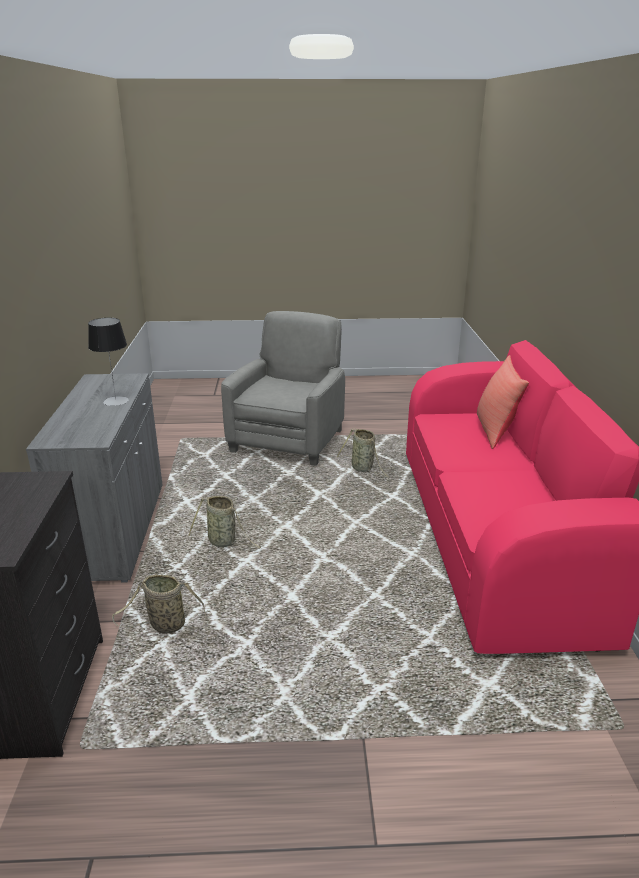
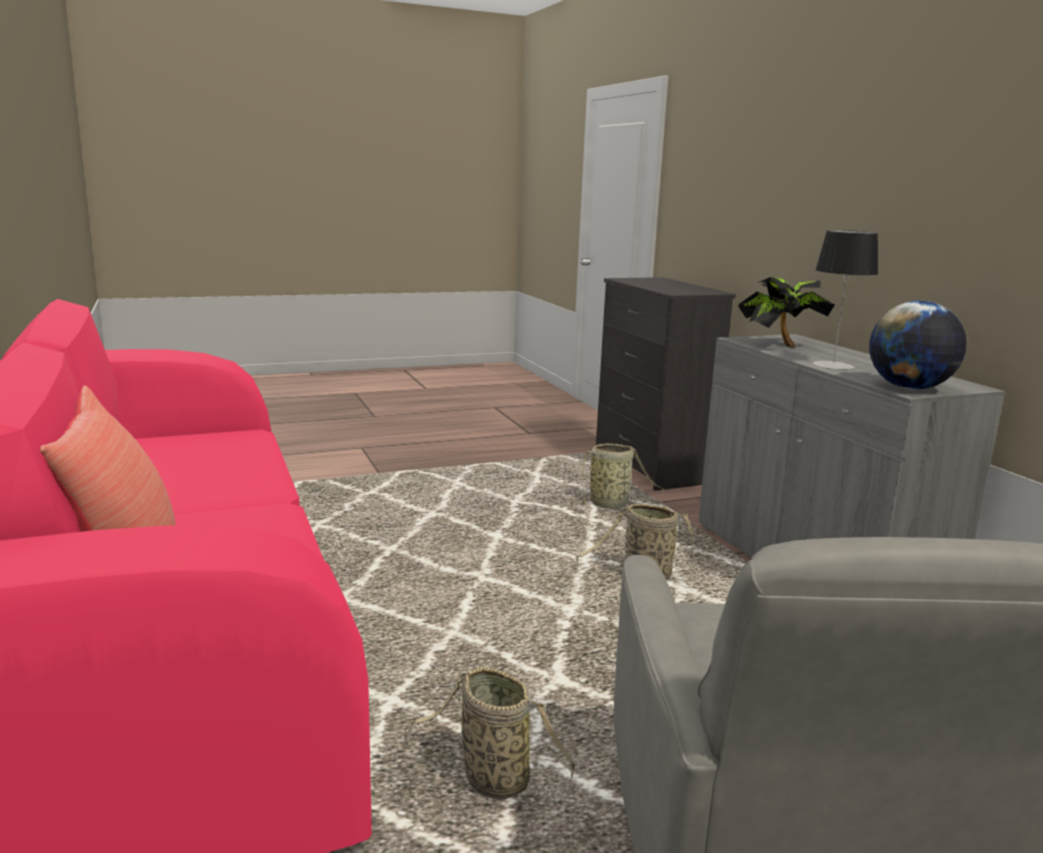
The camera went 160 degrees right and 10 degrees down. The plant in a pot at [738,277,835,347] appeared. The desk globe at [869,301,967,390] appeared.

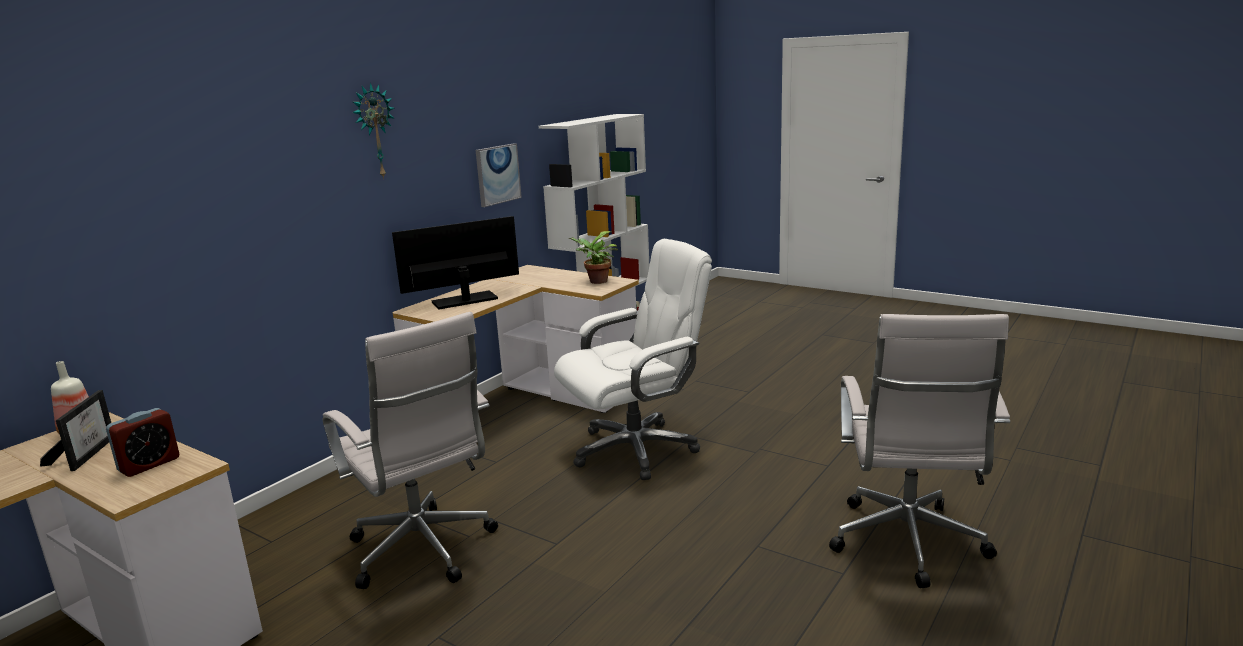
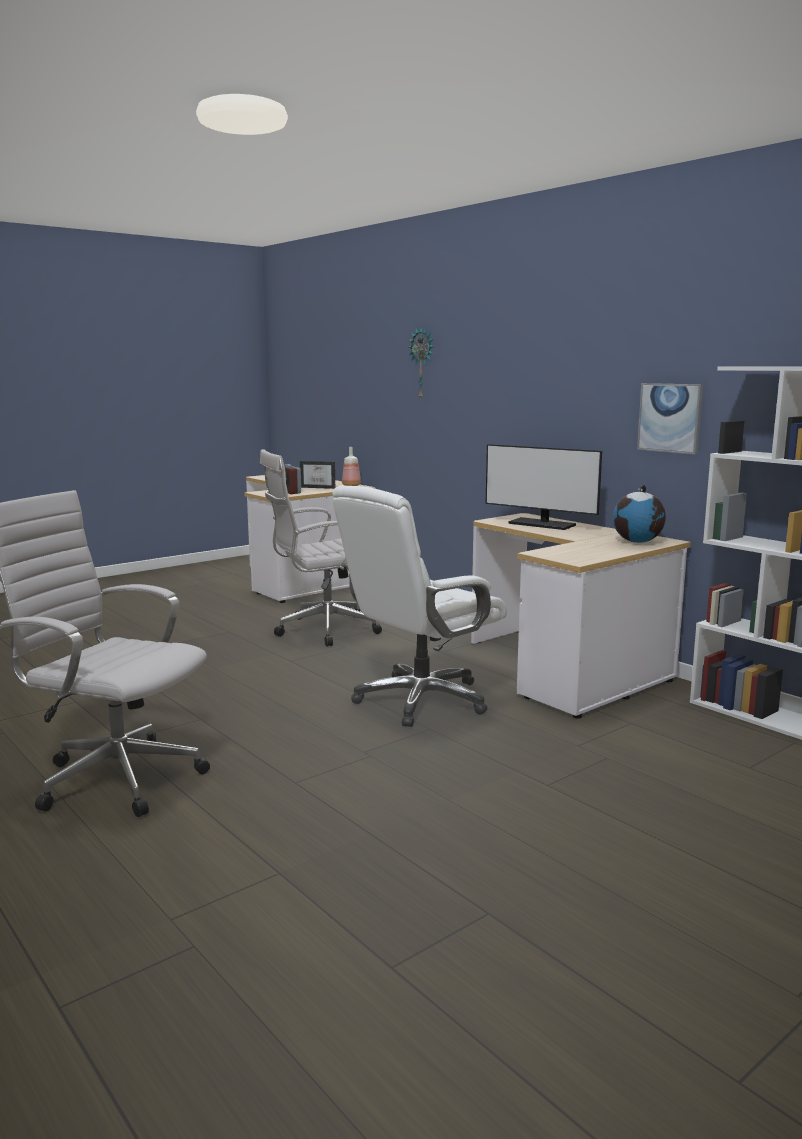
The camera went 105 degrees right and 5 degrees down. The whitish computer chair at [554,239,712,480] turned 60 degrees clockwise. The clock on the wall moved from [352,83,394,179] to [408,326,434,401]. The computer display at [392,216,519,309] turned 135 degrees clockwise. The desk globe at [613,485,666,543] appeared. The plant in a pot at [569,231,618,284] disappeared.

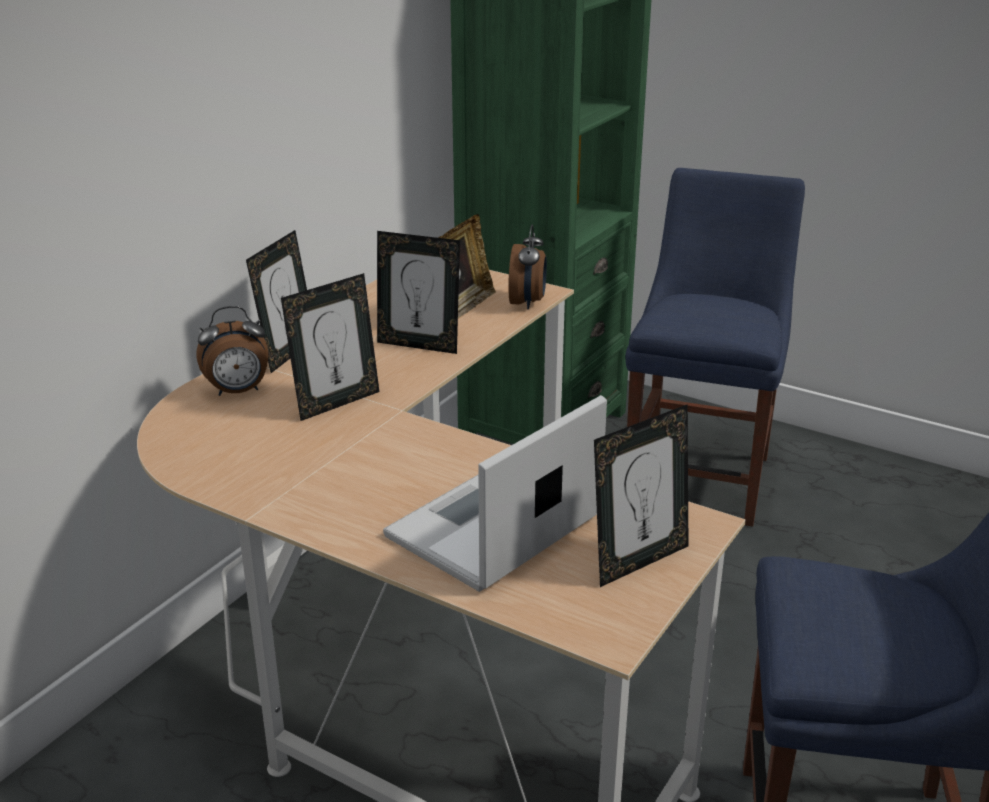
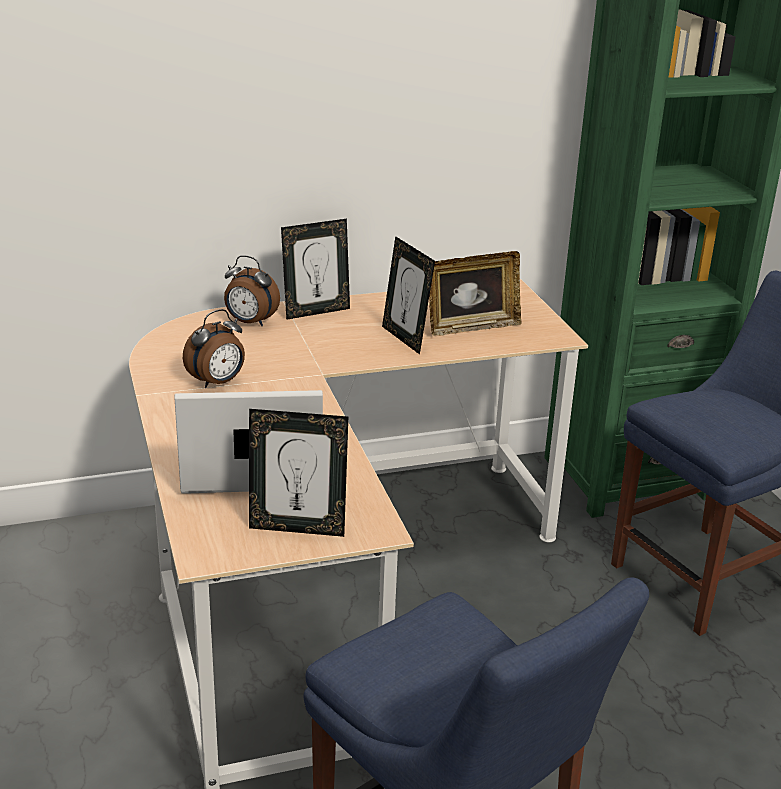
The camera went 40 degrees right and 0 degrees up. The table clock moved from [508,224,547,309] to [183,309,245,388]. The photo frame at [281,273,379,421] disappeared.

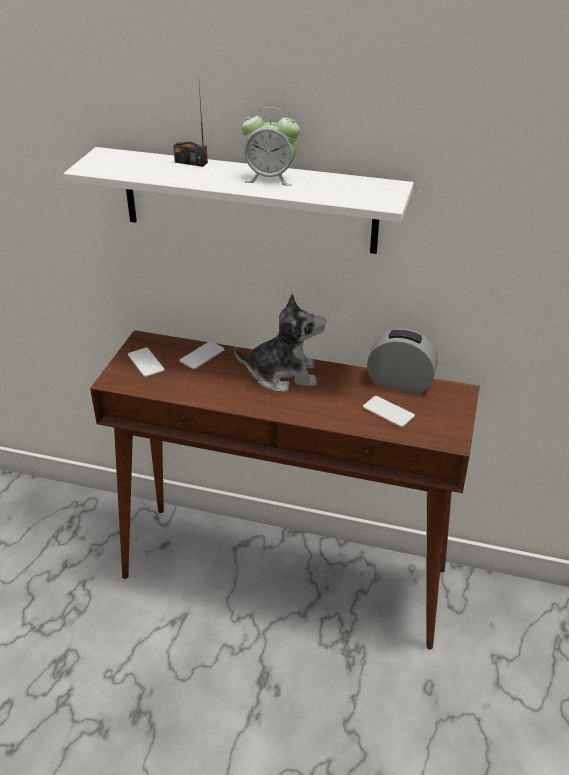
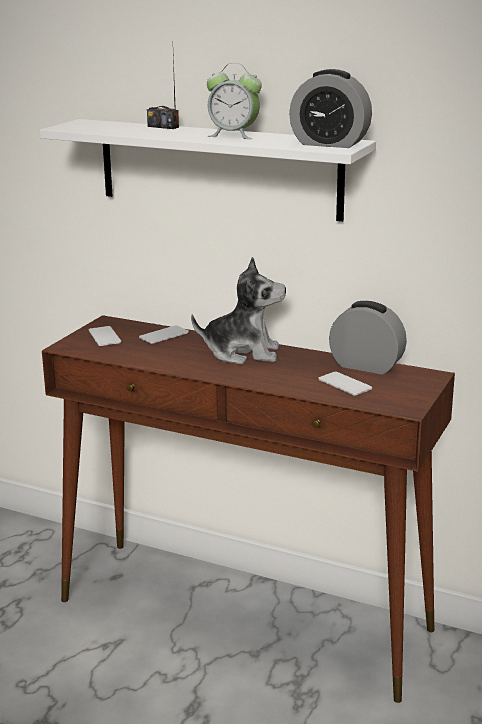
The camera went 10 degrees right and 15 degrees down. The table clock at [289,69,372,148] appeared.

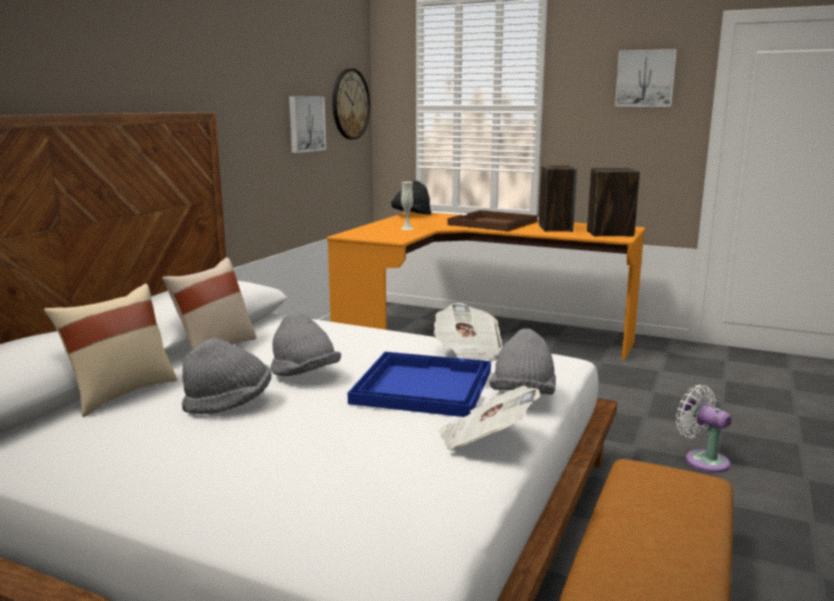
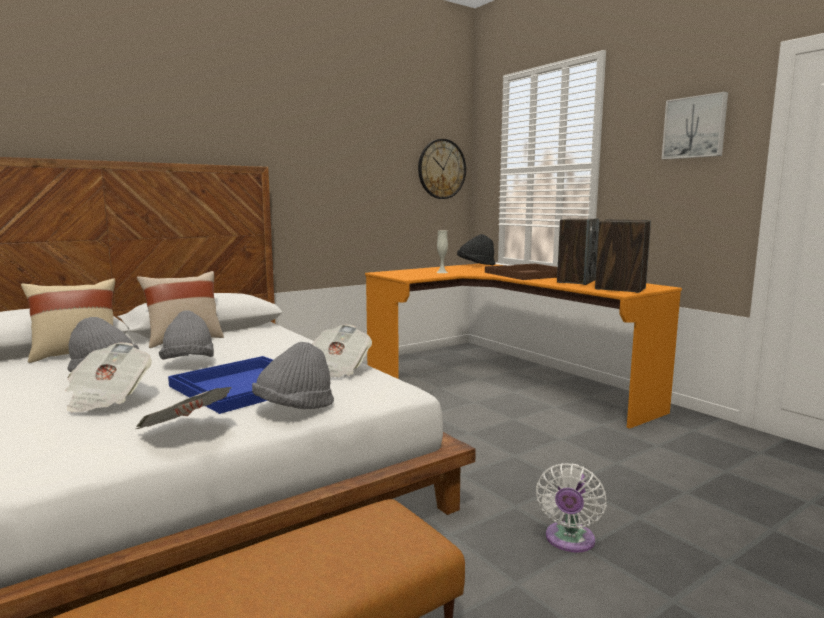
The camera went 30 degrees right and 5 degrees down. The printed paper at [65,342,152,412] appeared. The whitish cooling fan at [676,385,732,473] turned 150 degrees counterclockwise. The wall picture at [289,96,326,153] disappeared.

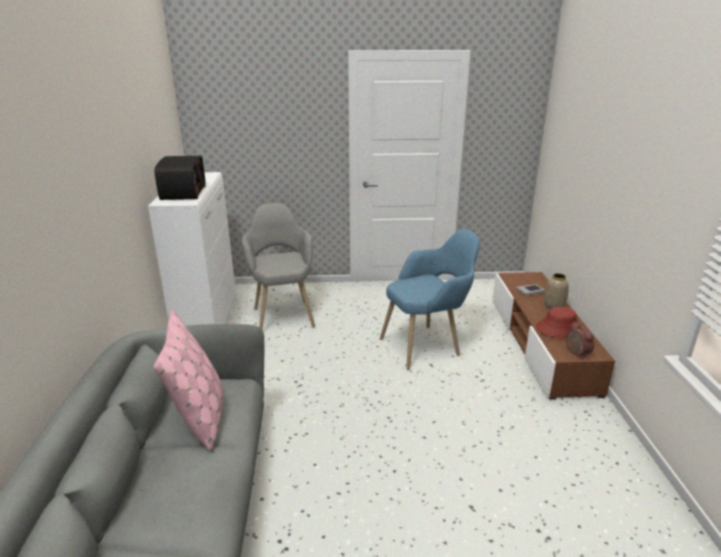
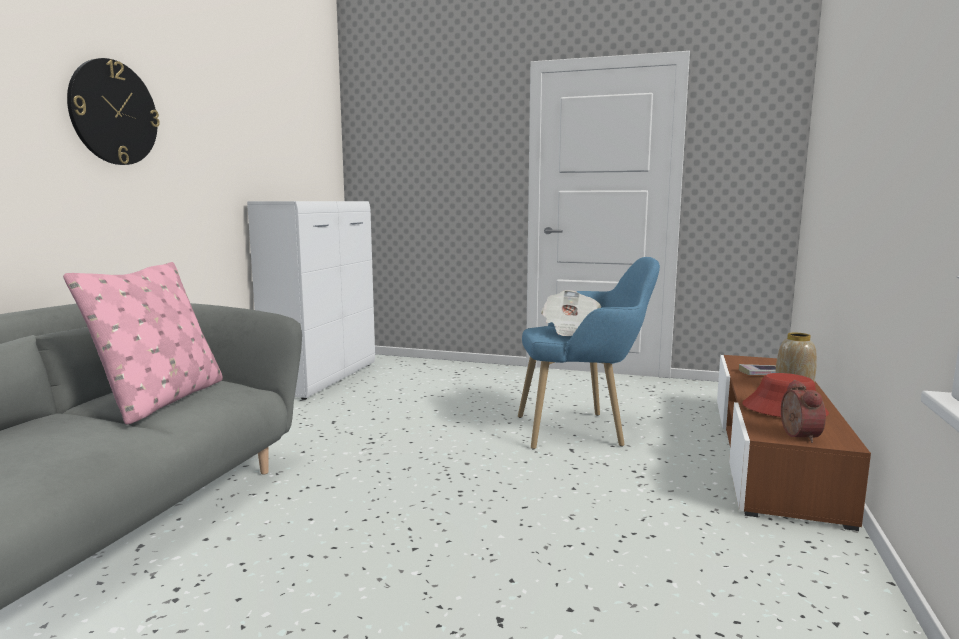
The camera went 20 degrees right and 15 degrees down. The clock on the wall at [67,58,160,165] appeared. The printed paper at [541,290,601,336] appeared. The radio receiver at [154,156,206,200] disappeared. The grey lounge chair at [241,203,315,330] disappeared.

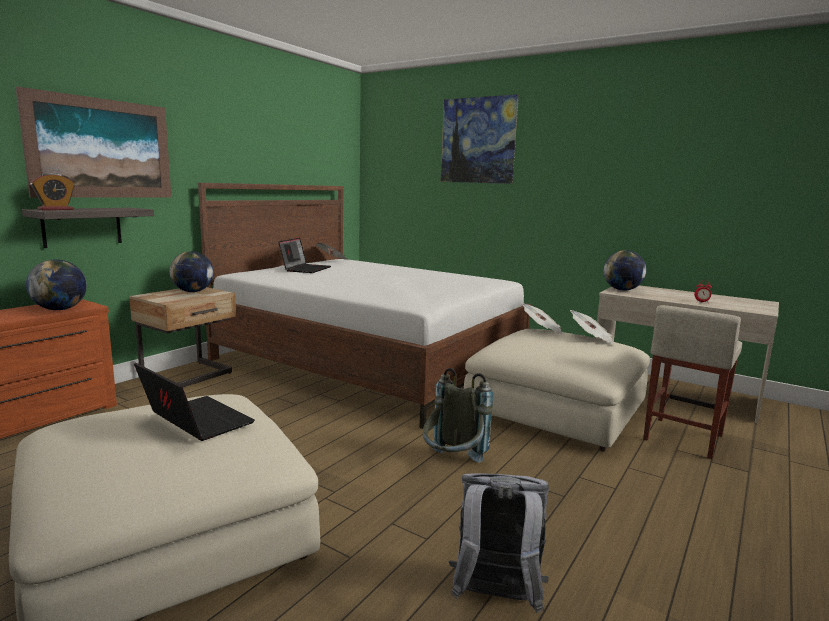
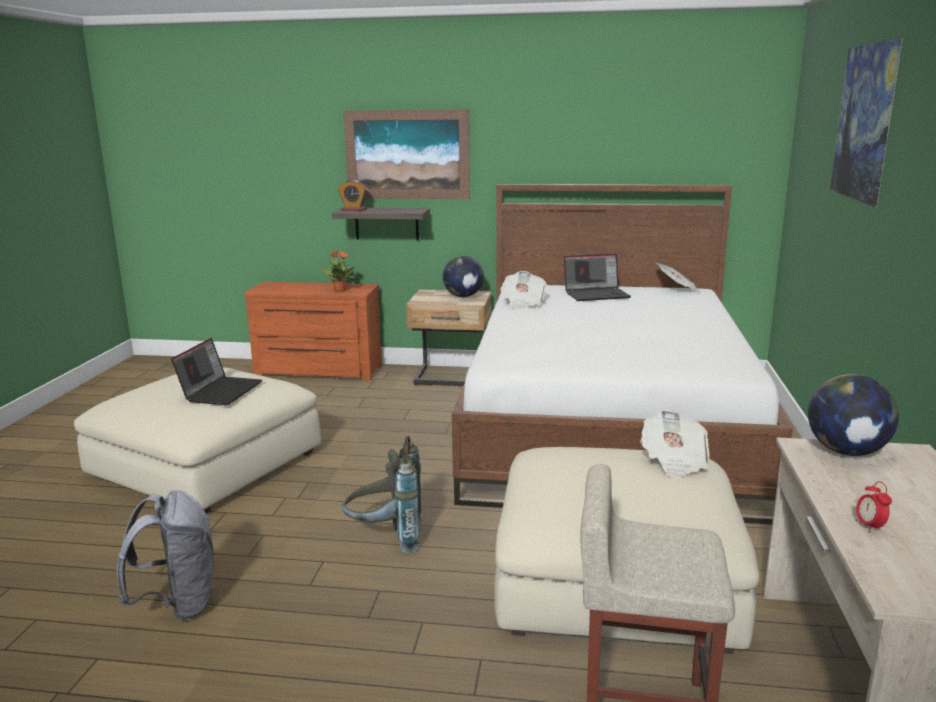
The camera went 65 degrees right and 5 degrees up. The desk globe at [26,260,87,310] was replaced by the plant in a pot at [320,251,355,292]. The printed paper moved from [570,310,614,344] to [500,271,547,309].

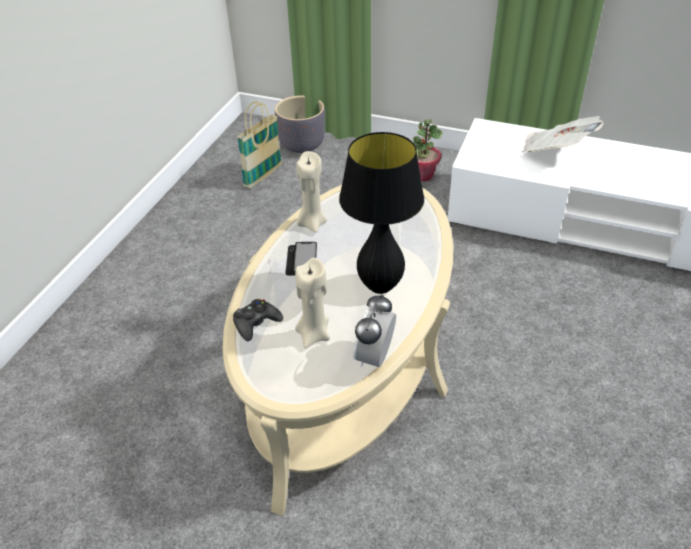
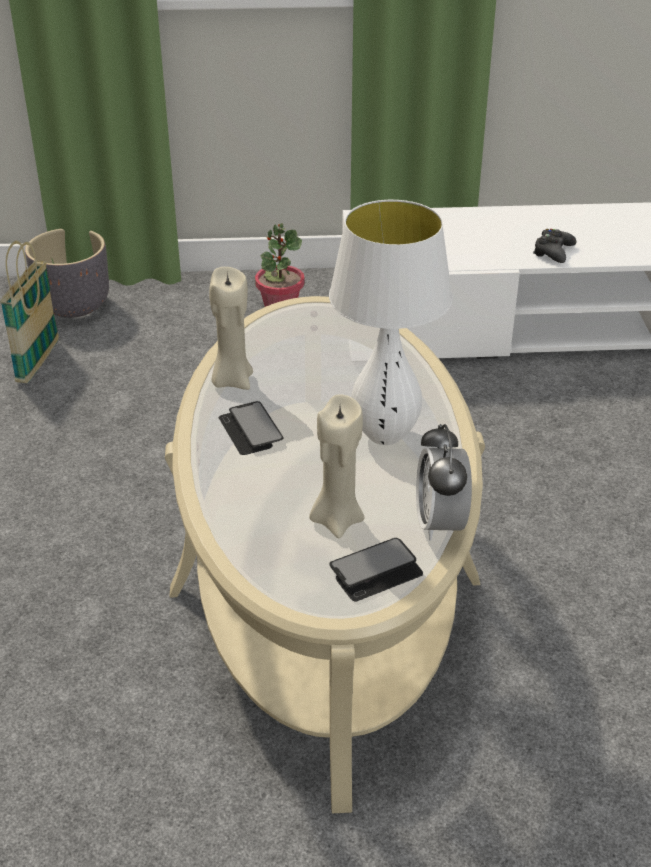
The camera went 25 degrees left and 5 degrees down. The black-coloured table lamp at [339,132,424,294] became the whitish table lamp at [329,200,453,445]. The telephone at [329,538,423,601] appeared. The black-coloured game controller moved from [233,299,283,341] to [533,229,576,263]. The printed paper at [521,116,604,153] disappeared.

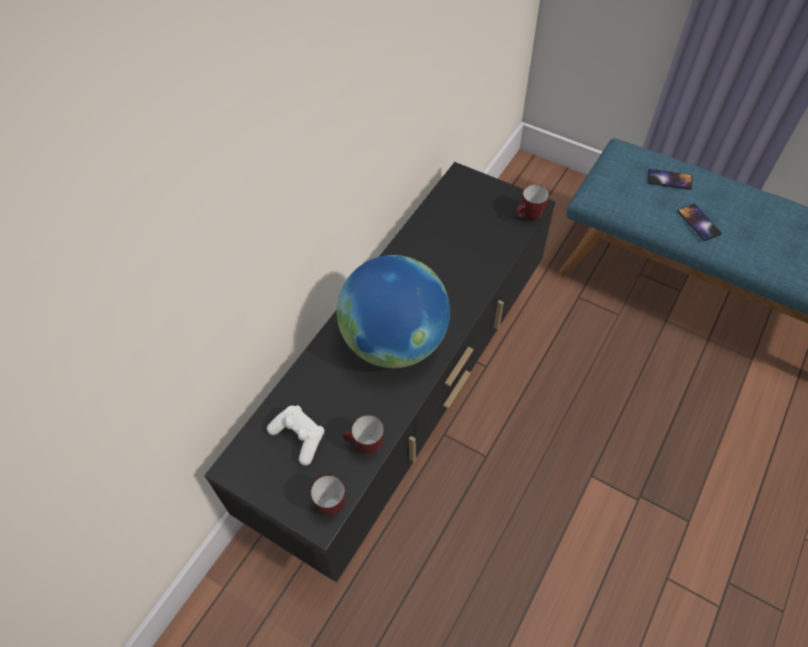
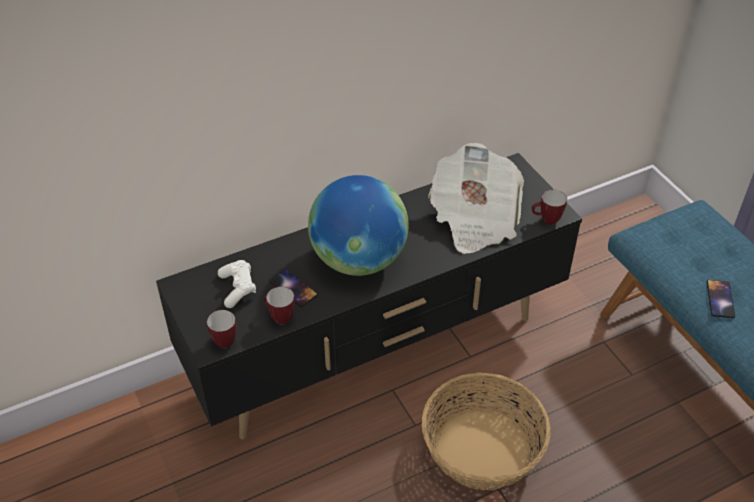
The camera went 30 degrees right and 10 degrees down. The telephone moved from [647,169,692,190] to [269,269,318,307]. The storage basket at [422,373,550,490] appeared. The printed paper at [428,143,524,254] appeared.

